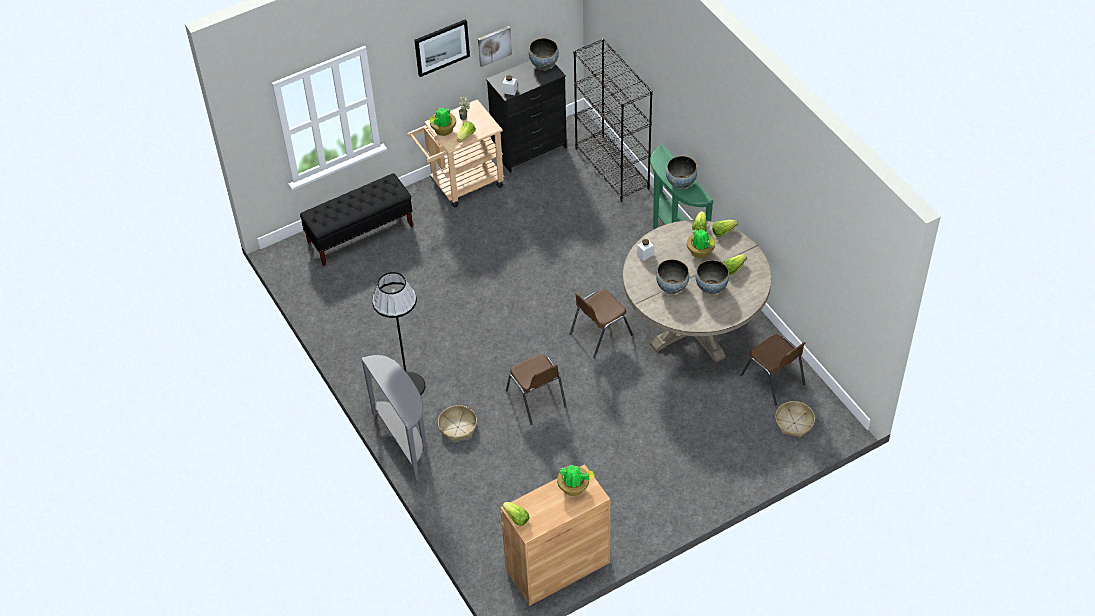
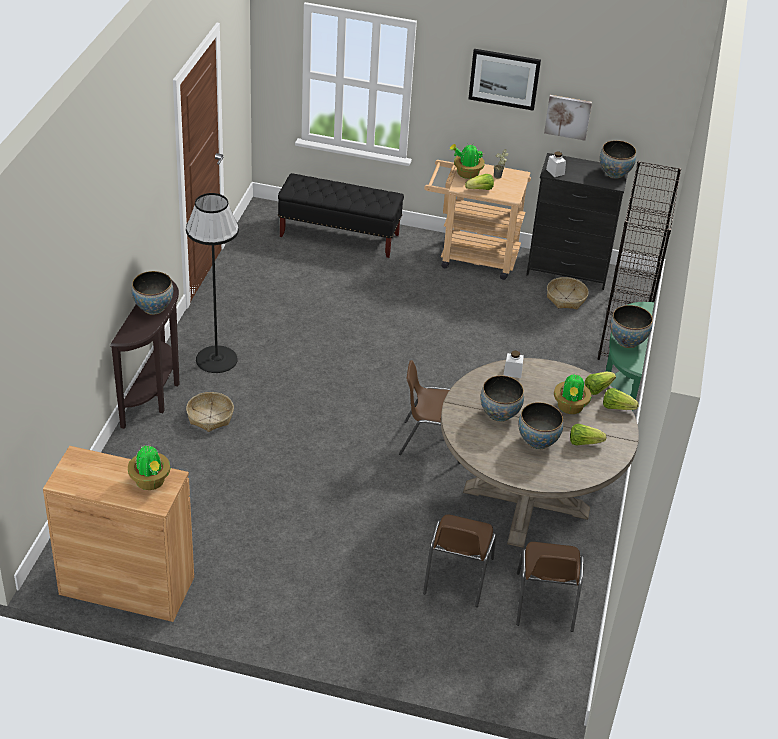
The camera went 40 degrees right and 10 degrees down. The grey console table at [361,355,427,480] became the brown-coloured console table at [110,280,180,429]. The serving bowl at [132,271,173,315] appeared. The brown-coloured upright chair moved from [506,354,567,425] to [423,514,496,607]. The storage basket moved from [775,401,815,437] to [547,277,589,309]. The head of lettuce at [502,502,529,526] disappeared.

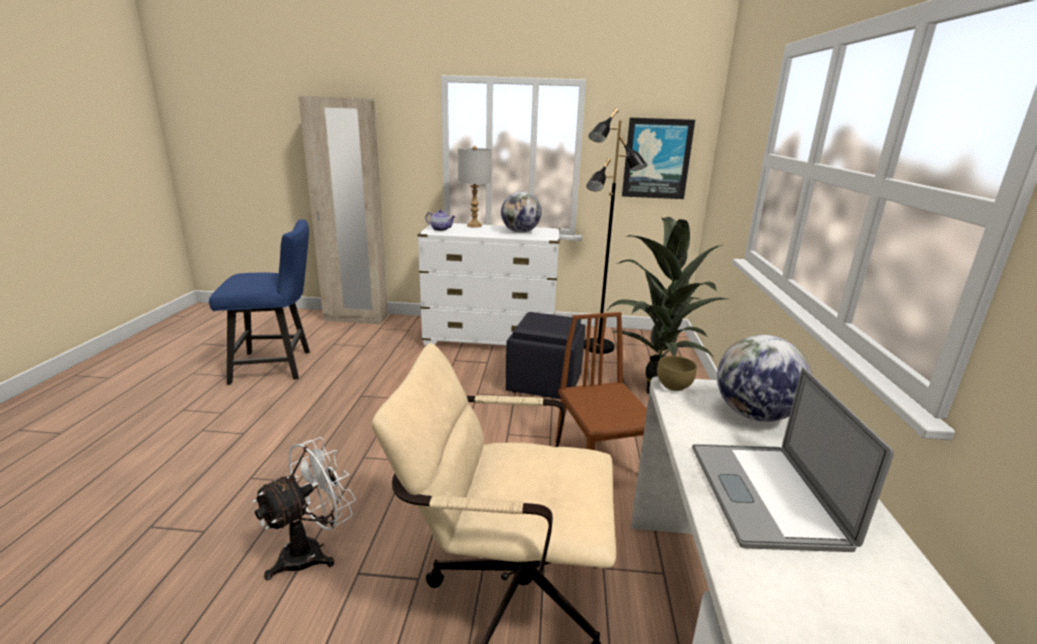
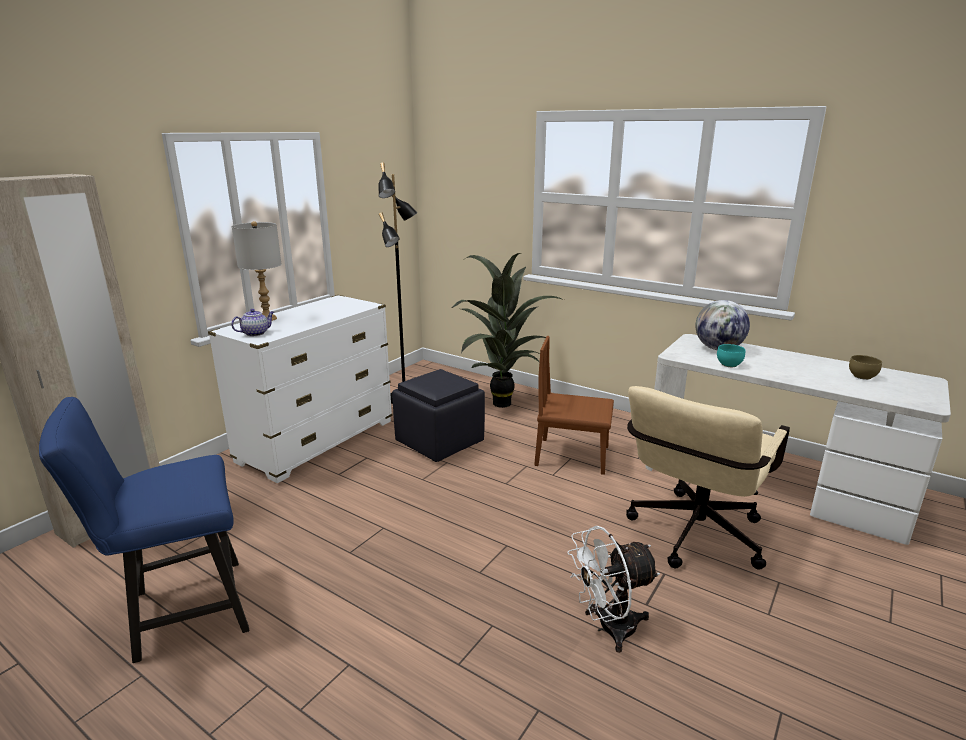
The camera went 60 degrees left and 0 degrees up. The bluish upright chair at [209,219,310,385] turned 135 degrees counterclockwise. The whitish cooling fan at [253,437,356,580] turned 90 degrees counterclockwise. The turquoise-coloured serving bowl at [717,344,745,367] appeared. The brown-coloured serving bowl moved from [657,356,697,391] to [849,355,882,380]. The desk globe at [501,192,541,233] disappeared. The wall picture at [622,118,695,199] disappeared. The laptop at [692,367,894,552] disappeared.

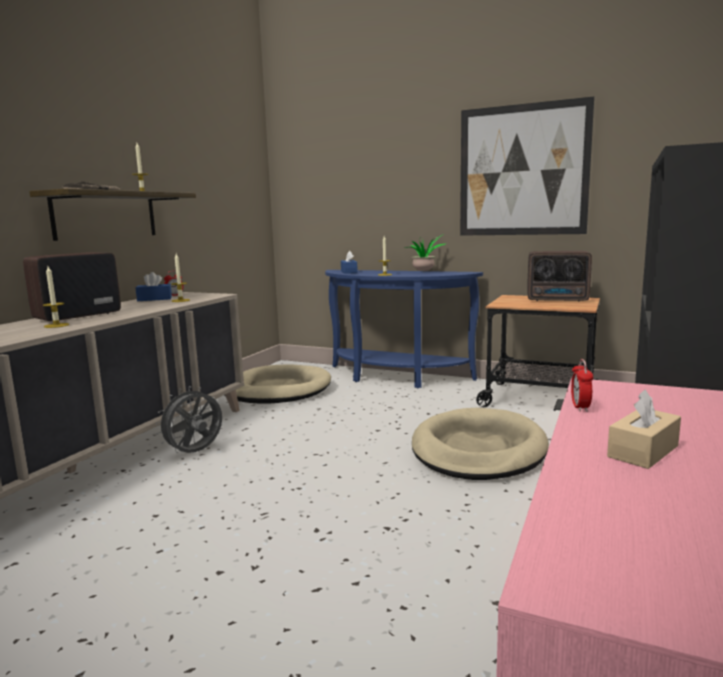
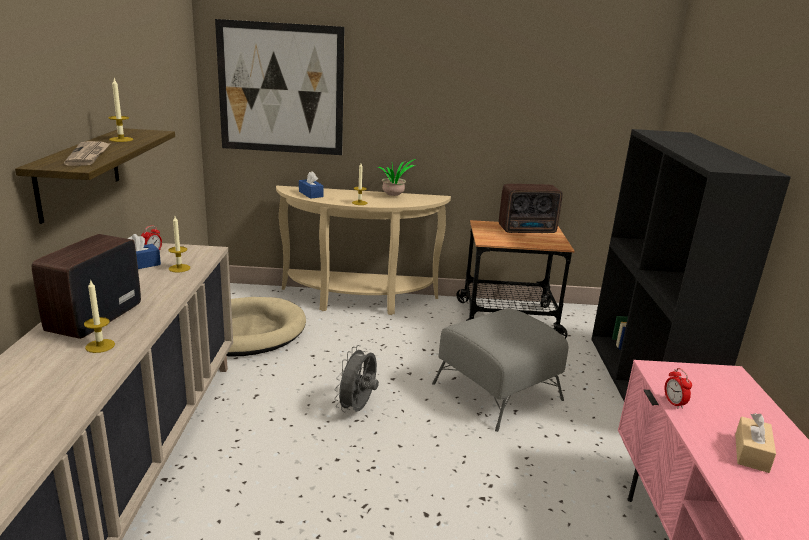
The camera went 25 degrees left and 10 degrees up. The wall picture moved from [460,97,594,236] to [215,19,345,155]. The bluish console table at [325,270,483,388] became the beige-coloured console table at [276,186,451,315]. The grey cooling fan moved from [155,386,222,453] to [334,345,379,413]. The beige-coloured dog cushion at [412,408,549,480] was replaced by the grey footrest at [432,308,568,432].

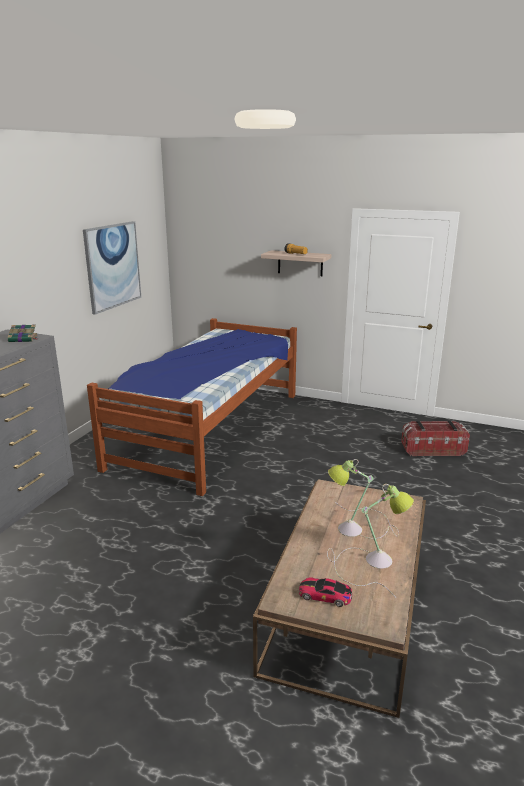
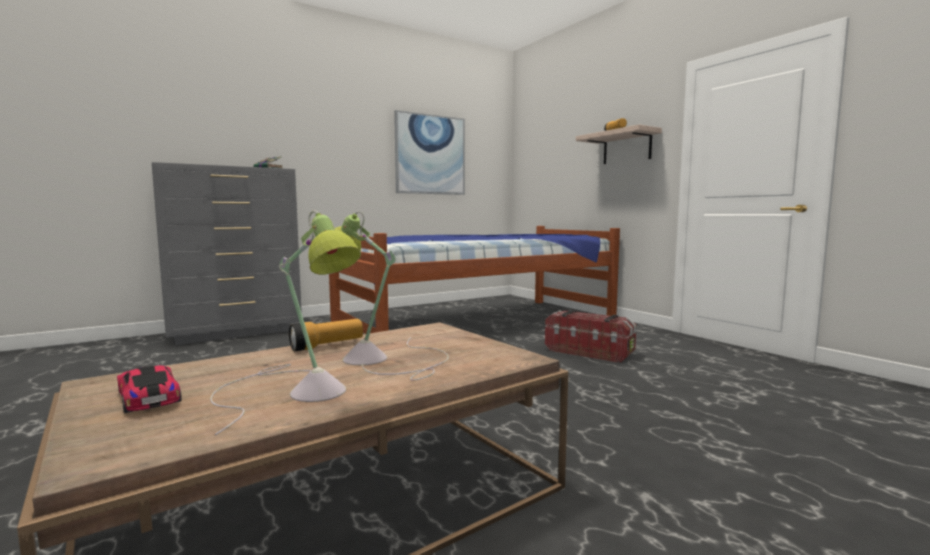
The camera went 35 degrees right and 15 degrees down. The torch at [289,319,363,351] appeared. The storage box moved from [401,421,470,456] to [545,310,637,363].

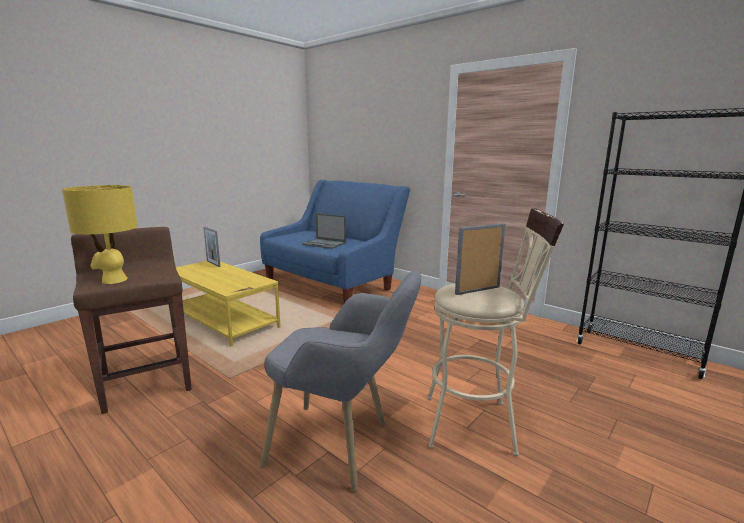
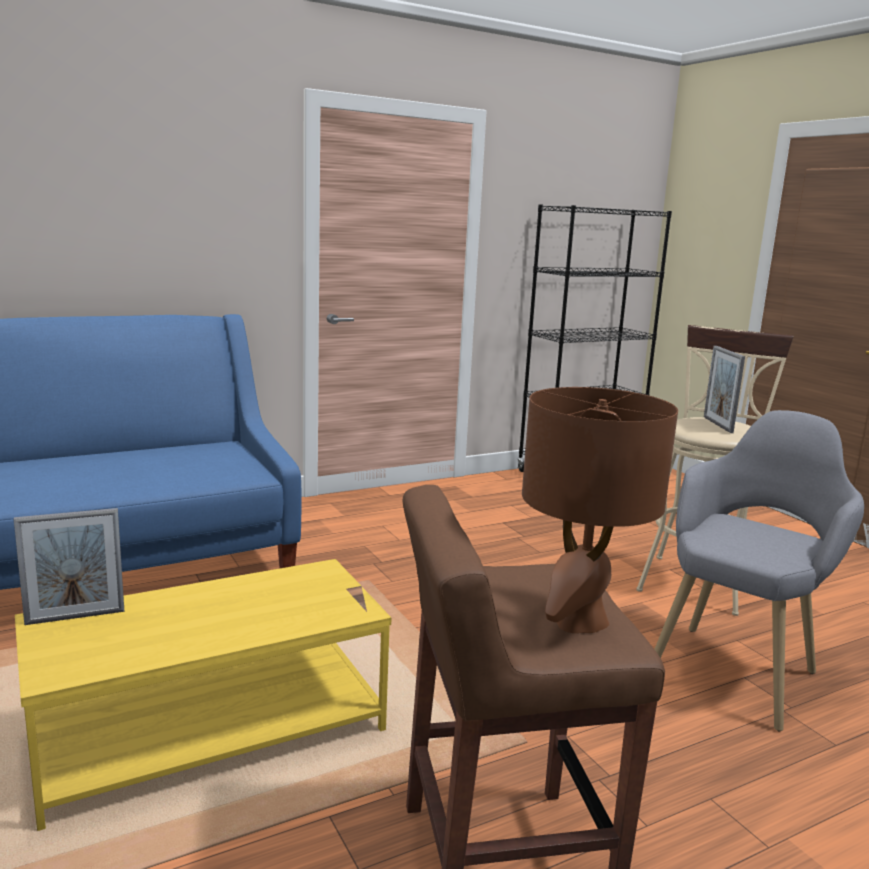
The camera went 70 degrees left and 0 degrees up. The yellow table lamp at [62,185,138,284] became the brown-coloured table lamp at [522,387,678,633]. The laptop at [302,213,346,249] disappeared.

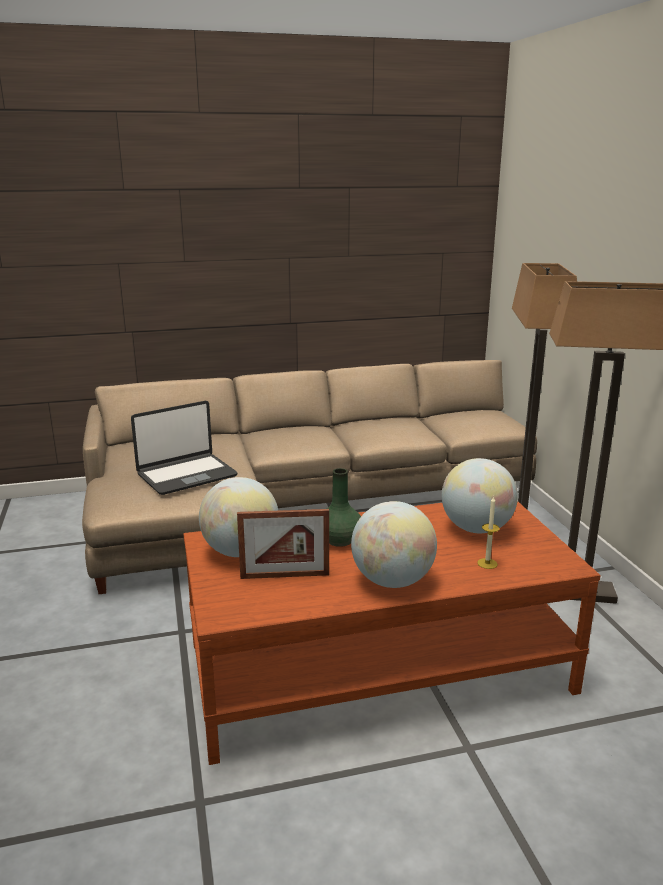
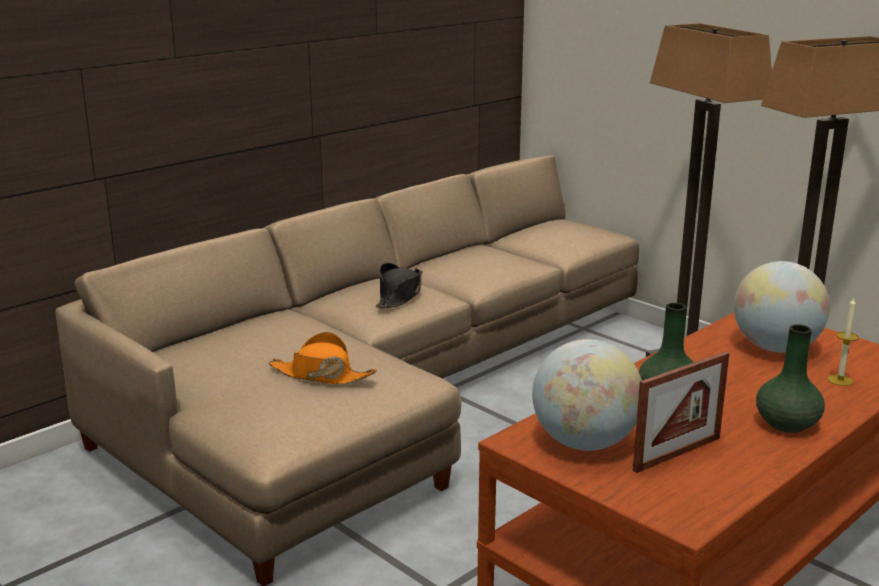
The camera went 30 degrees left and 0 degrees up. The laptop at [131,401,238,495] was replaced by the orange wearable hat at [269,332,377,385]. The black-coloured wearable hat at [376,263,422,308] appeared. The desk globe at [351,501,437,588] was replaced by the green-coloured vase at [756,324,825,433].

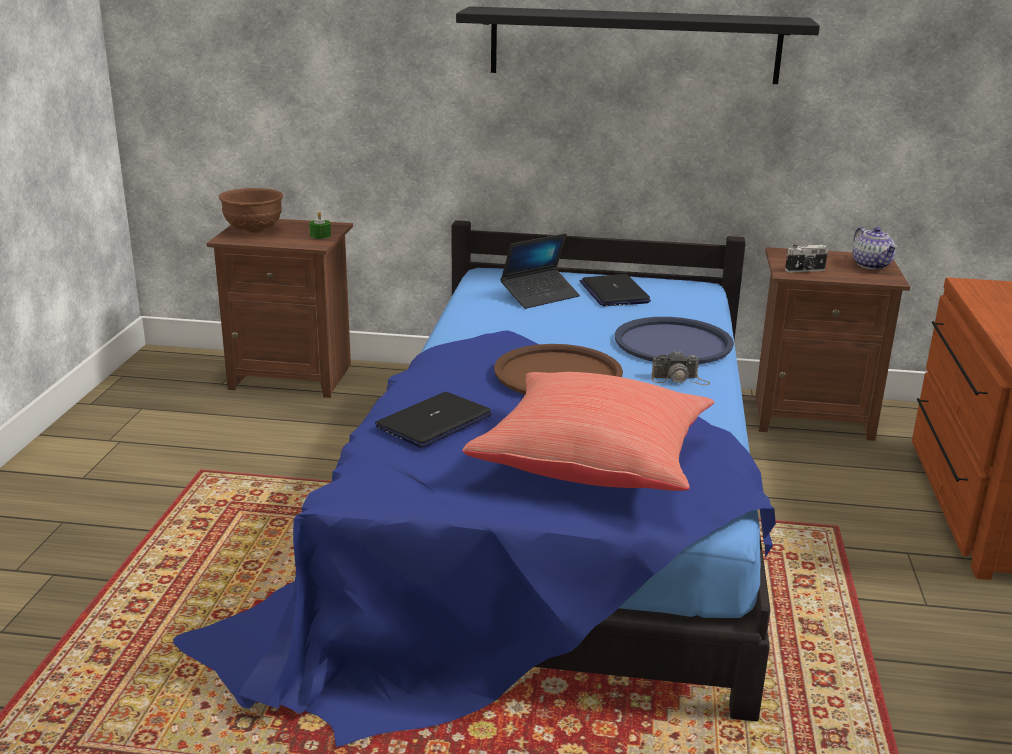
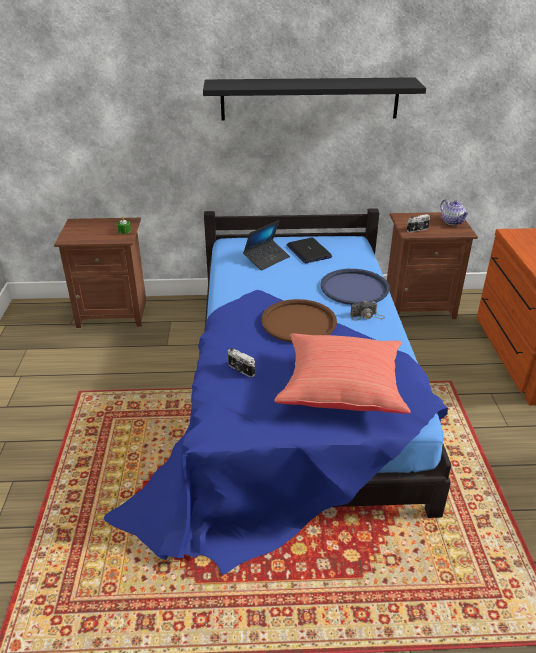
The camera went 10 degrees left and 10 degrees up. The laptop at [375,392,492,448] was replaced by the still camera at [228,348,255,377]. The brown-coloured serving bowl at [219,188,283,234] disappeared.

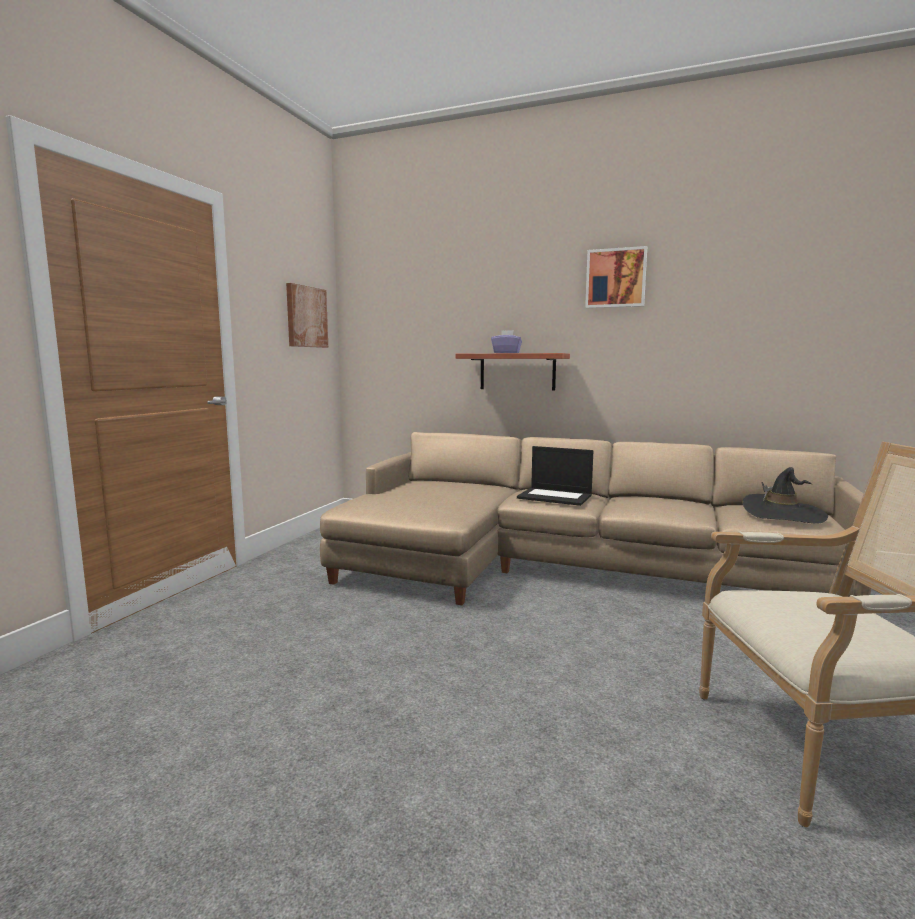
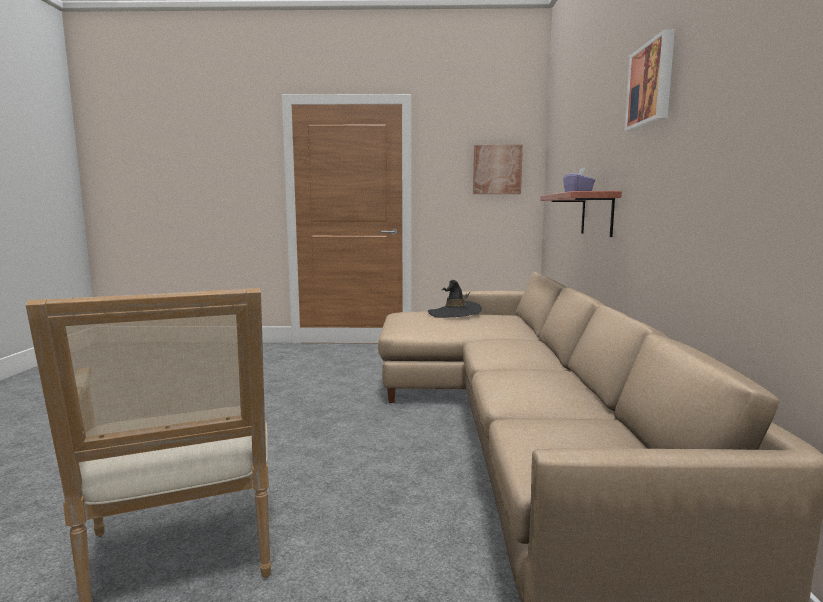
The camera went 70 degrees right and 0 degrees up. The black-coloured wearable hat moved from [742,467,828,524] to [428,280,482,318]. The laptop at [517,446,593,506] disappeared.

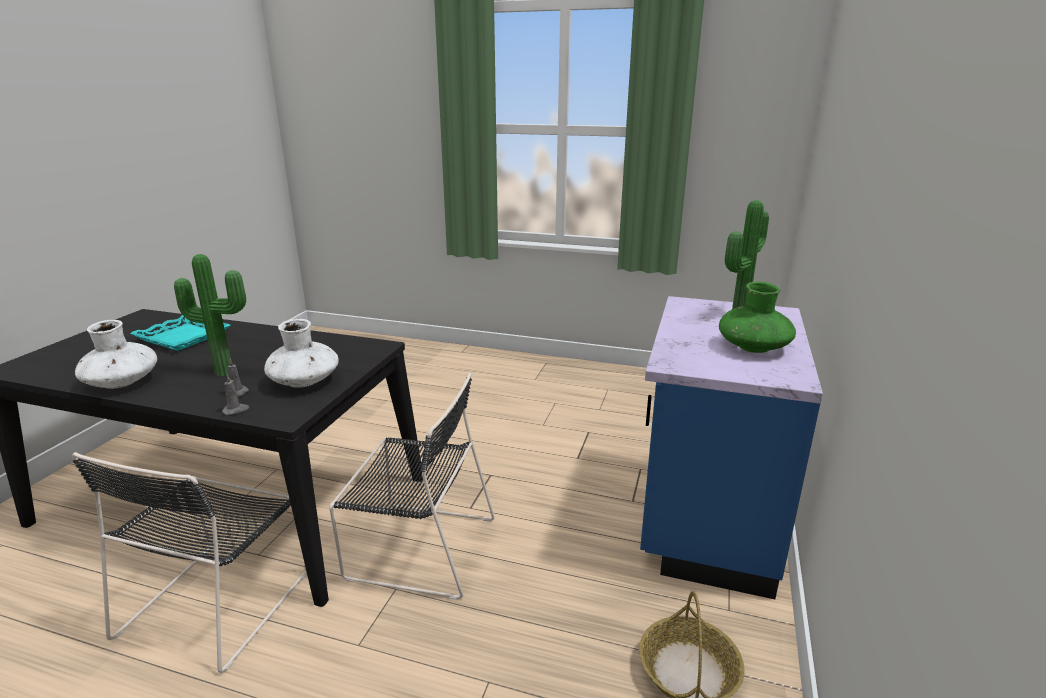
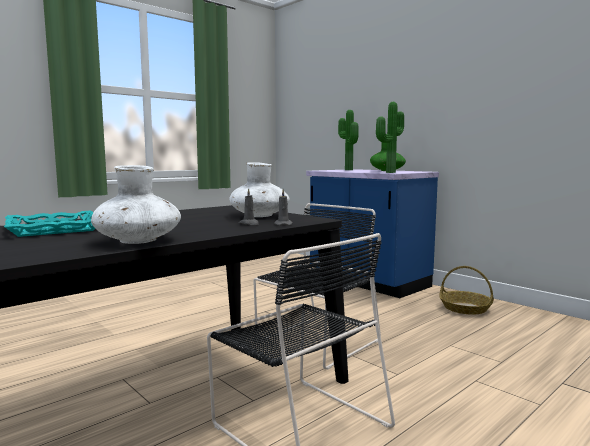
The camera went 60 degrees left and 15 degrees down. The plant in a pot moved from [174,254,246,376] to [376,102,404,173].

